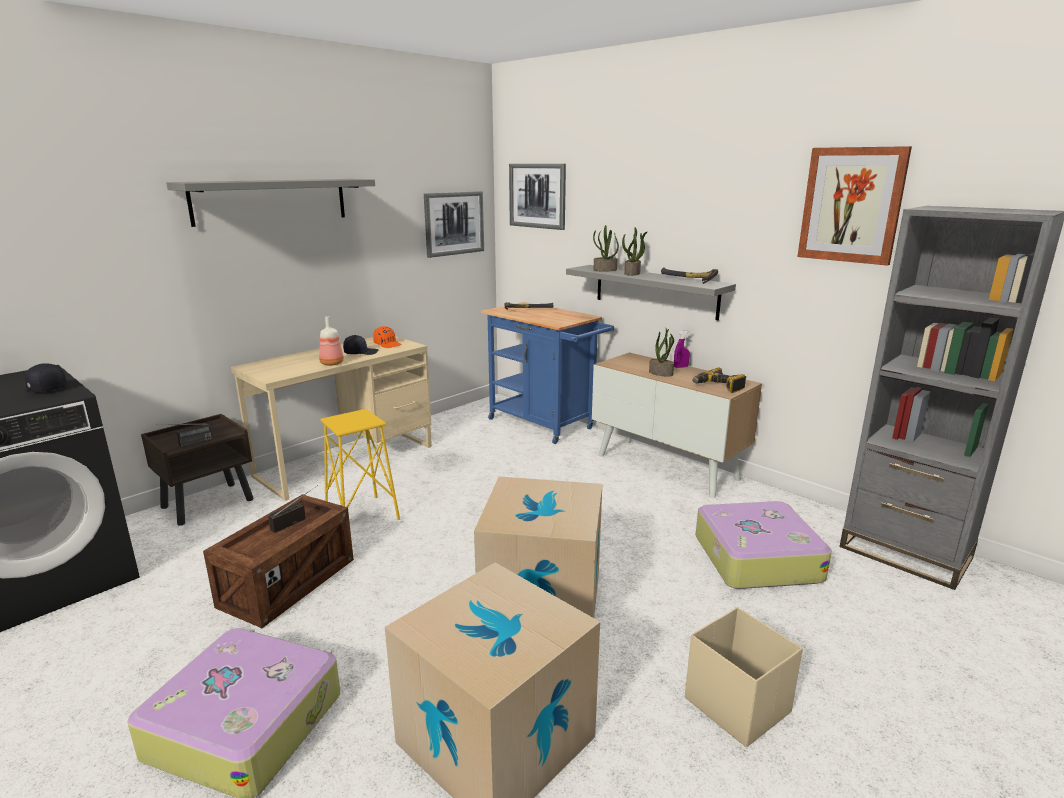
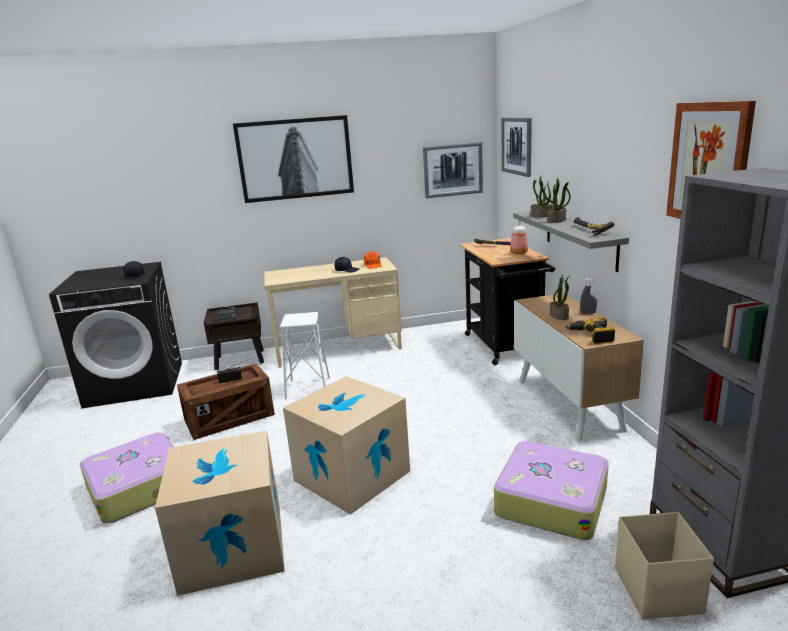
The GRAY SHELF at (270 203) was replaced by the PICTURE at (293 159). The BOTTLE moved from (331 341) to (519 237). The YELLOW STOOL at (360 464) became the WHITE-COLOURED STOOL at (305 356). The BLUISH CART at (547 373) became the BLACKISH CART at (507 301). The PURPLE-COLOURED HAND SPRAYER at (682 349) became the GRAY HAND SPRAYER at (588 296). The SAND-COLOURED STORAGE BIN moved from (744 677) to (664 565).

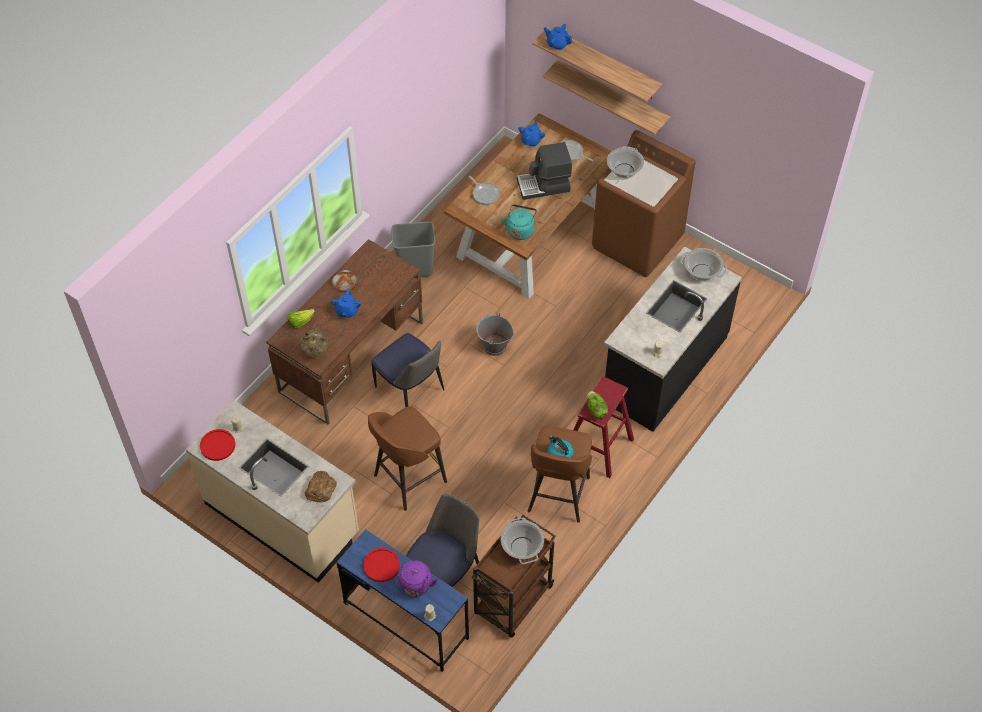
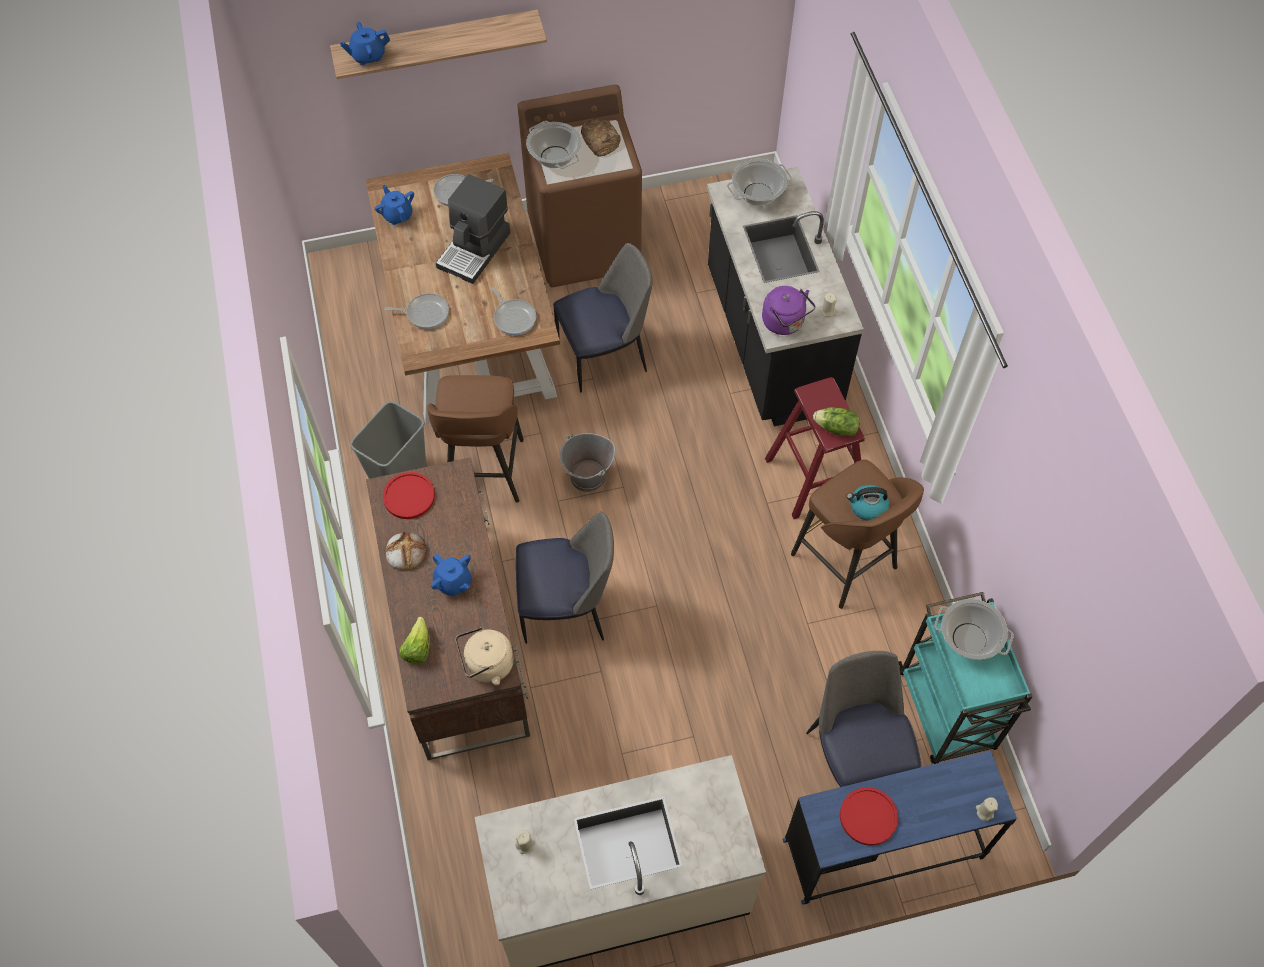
The RED-COLOURED PLATE moved from (217 445) to (409 495). The SAND-COLOURED DECORATIVE VASE at (315 343) was replaced by the SAND-COLOURED WATER KETTLE at (485 656). The BAKERY BREAD moved from (321 486) to (601 137). The BROWNISH STOOL moved from (407 458) to (475 439). The PURPLE-COLOURED WATER KETTLE moved from (416 578) to (789 310). The BROWNISH CART at (513 576) became the BLUE-GREEN CART at (966 678). The BLUE-GREEN WATER KETTLE at (519 222) was replaced by the SKILLET at (513 311). The SHELF at (606 97) disappeared. The PLAIN CHAIR at (602 318) appeared.

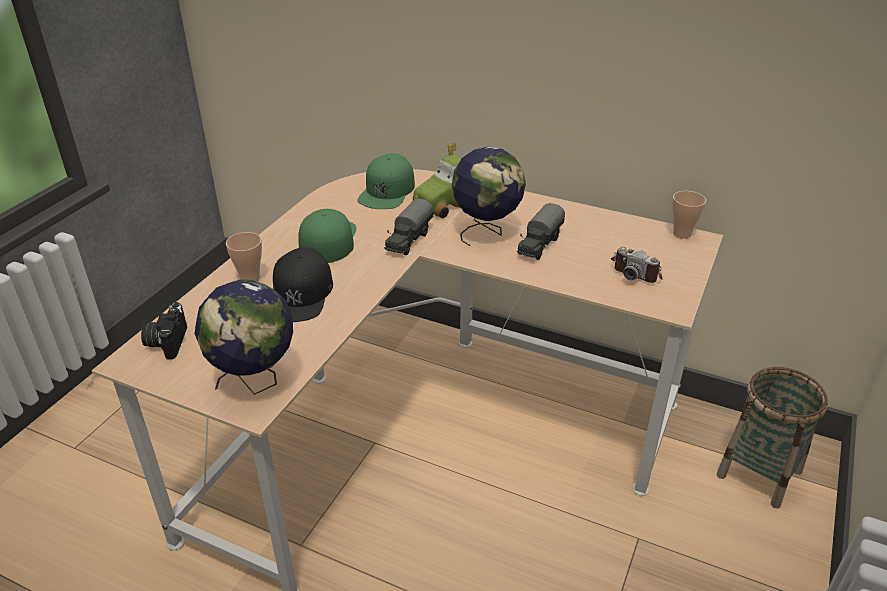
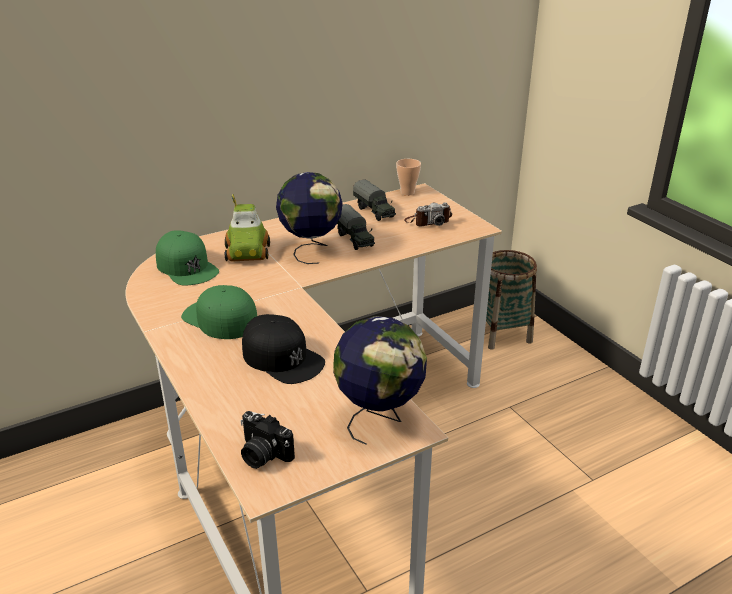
The CUP at (244 256) disappeared. The TOY TRUCK moved from (408 227) to (374 200).

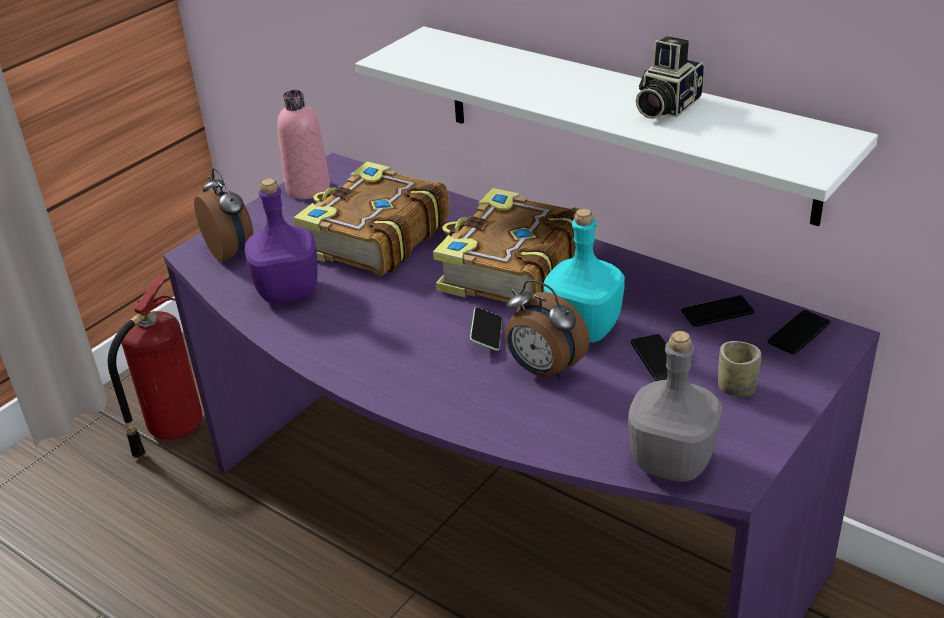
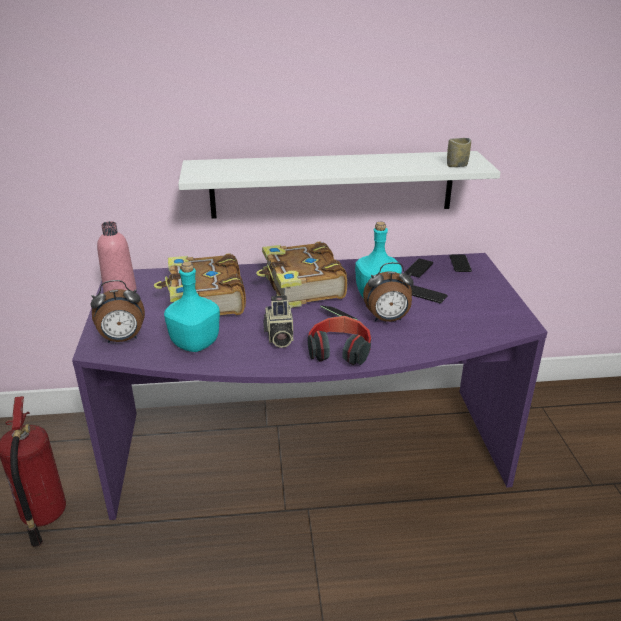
The ALARM CLOCK at (223 214) turned 150 degrees clockwise. The PURPLE-COLOURED BOTTLE at (281 240) became the BLUE-GREEN BOTTLE at (192 307). The GRAY BOTTLE at (675 406) disappeared. The STILL CAMERA moved from (670 77) to (278 321). The CUP moved from (739 369) to (459 152). The HEADPHONES at (339 341) appeared.

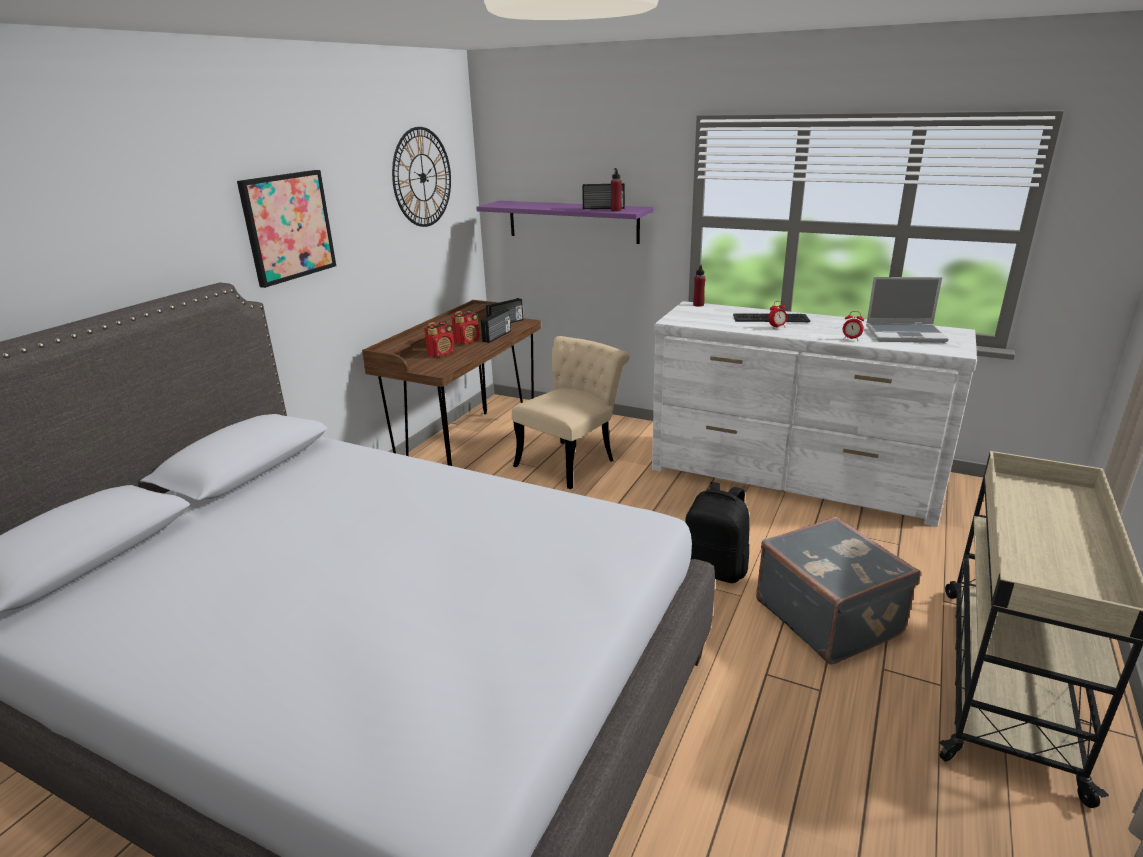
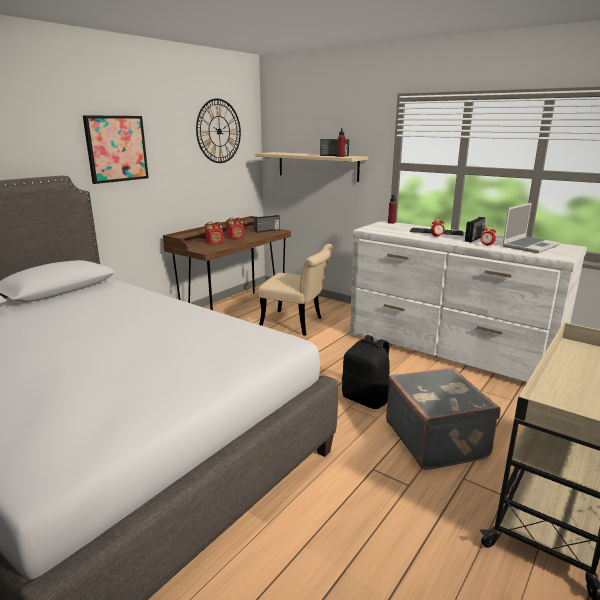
The PURPLE-COLOURED SHELF at (564 222) became the SAND-COLOURED SHELF at (311 167). The RADIO moved from (496 326) to (475 229). The SAND-COLOURED PLAIN CHAIR at (571 412) turned 60 degrees clockwise. The PORTABLE COMPUTER at (907 310) turned 60 degrees counterclockwise.

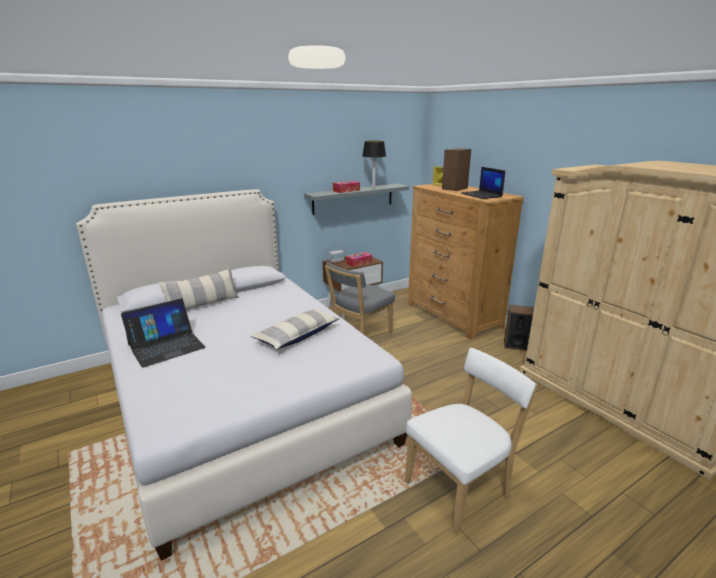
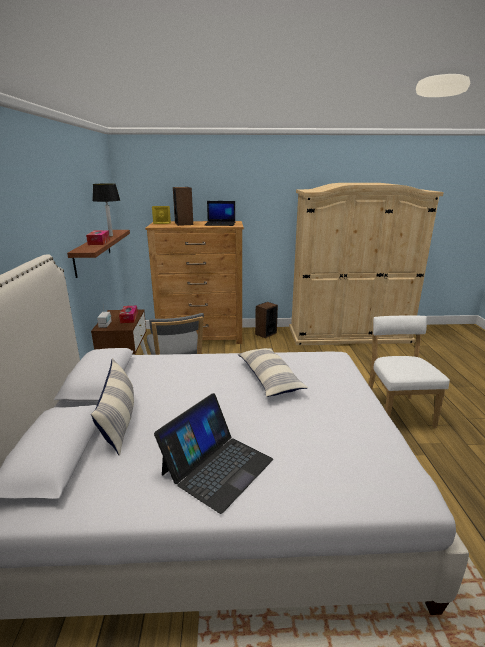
The PORTABLE COMPUTER at (163 333) turned 45 degrees clockwise. The GRAY SHELF at (356 199) became the BROWNISH SHELF at (98 254).

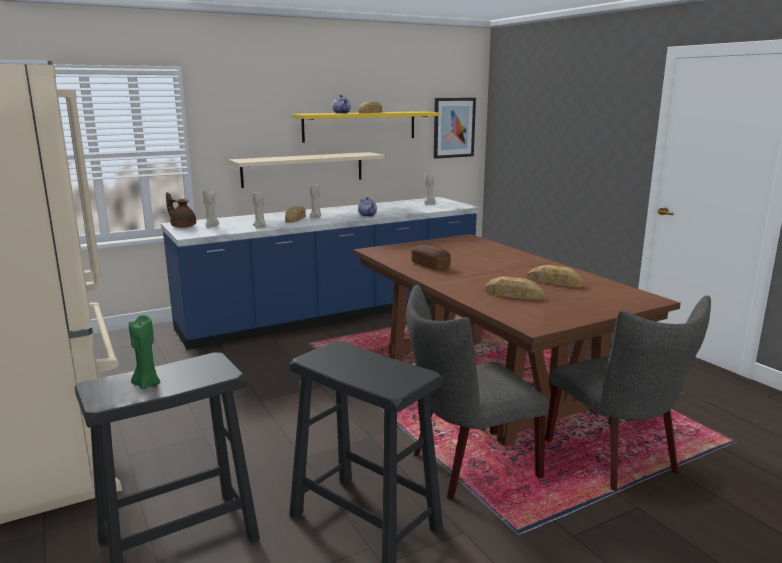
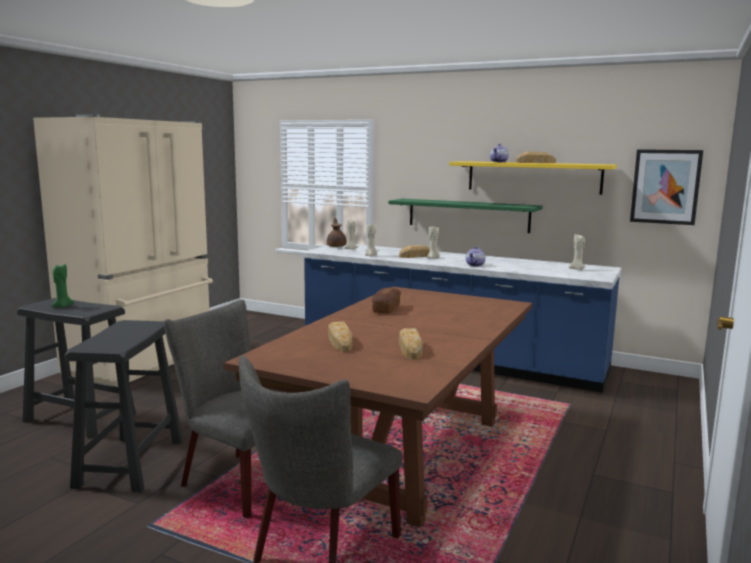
The SAND-COLOURED SHELF at (307 170) became the GREENISH SHELF at (465 216).

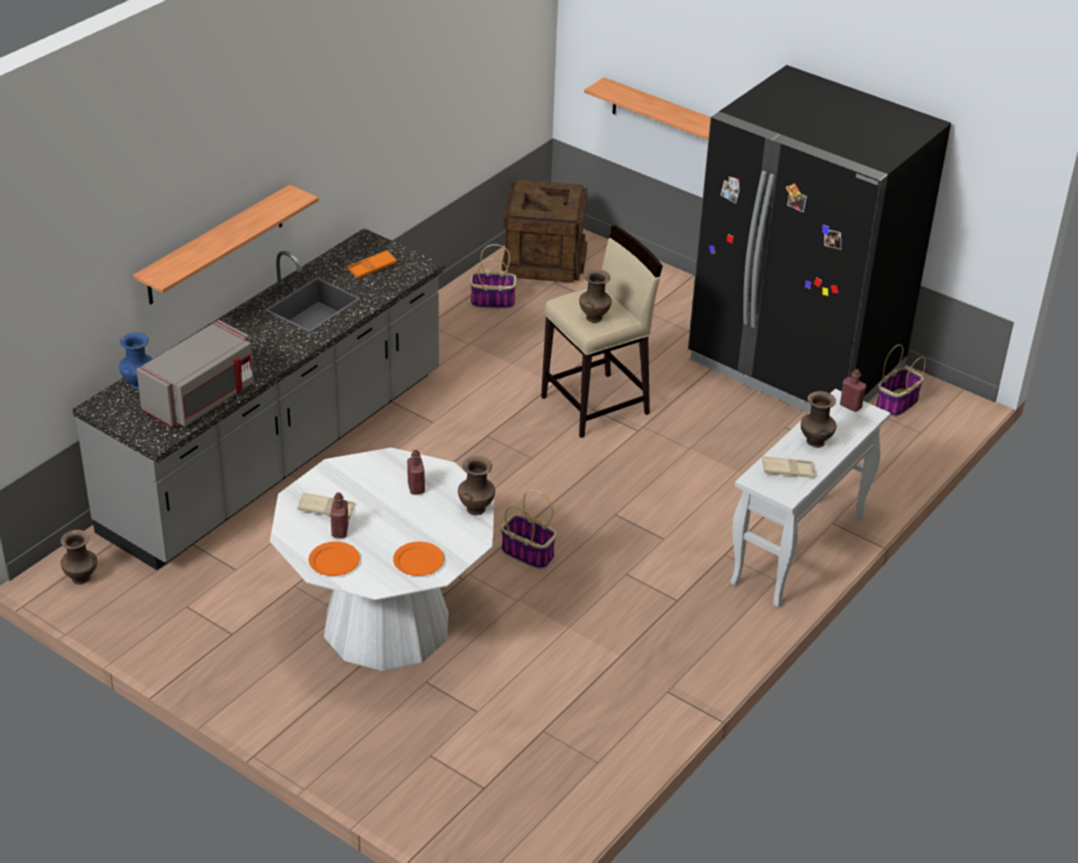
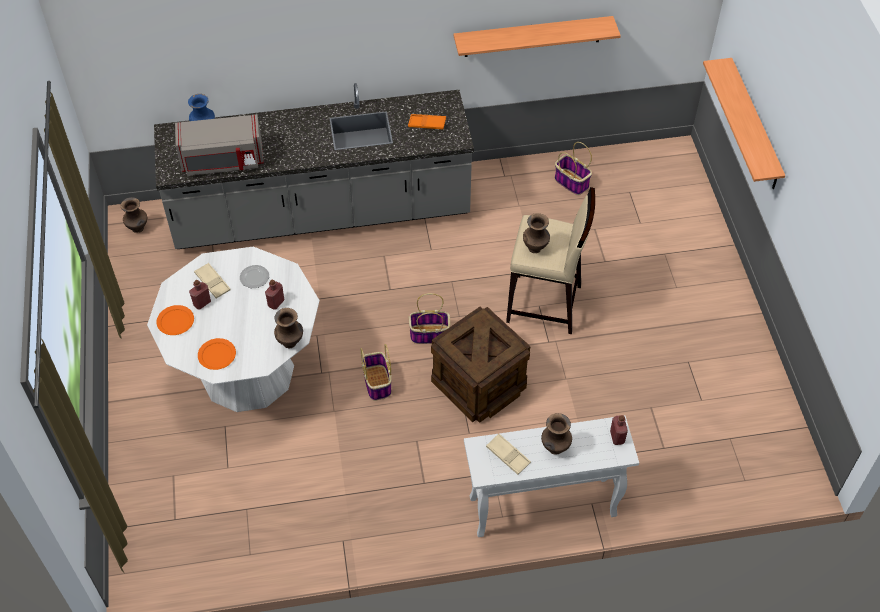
The SHELF moved from (226 245) to (537 36). The PACKING CRATE moved from (545 231) to (480 364). The BLACKISH REFRIGERATOR at (819 239) disappeared. The STORAGE BASKET moved from (901 380) to (429 318). The PLATE at (254 276) appeared.

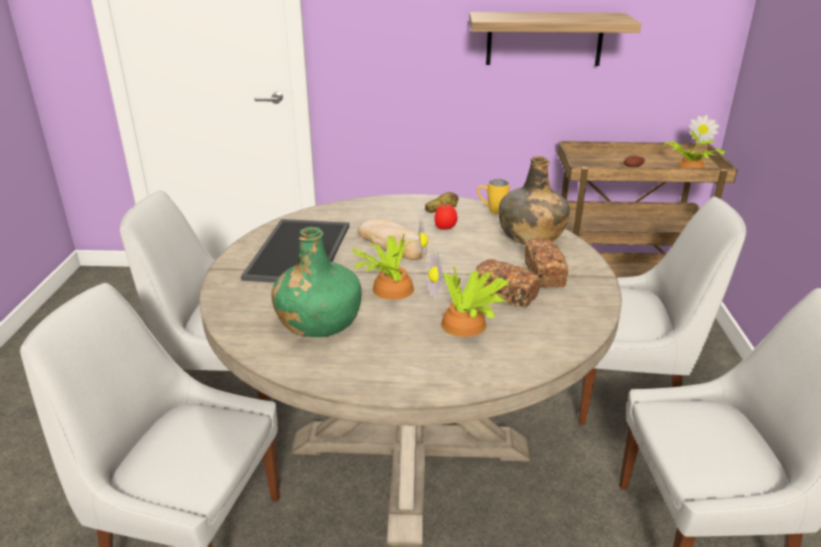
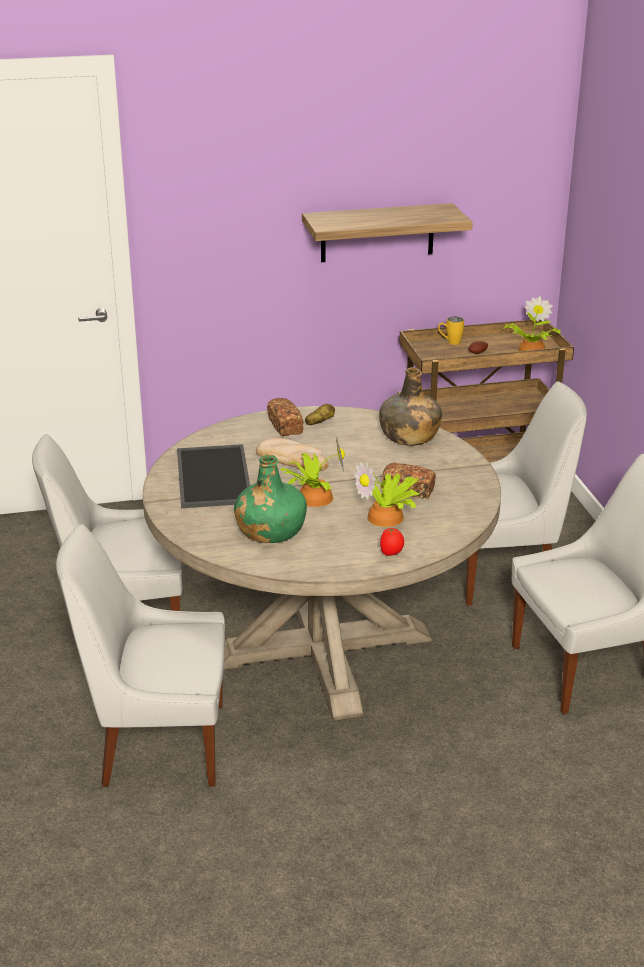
The WHOLE TOMATO moved from (445 216) to (392 542). The YELLOW COFFEE MUG moved from (493 196) to (451 331). The BAKERY BREAD moved from (546 263) to (285 417).

